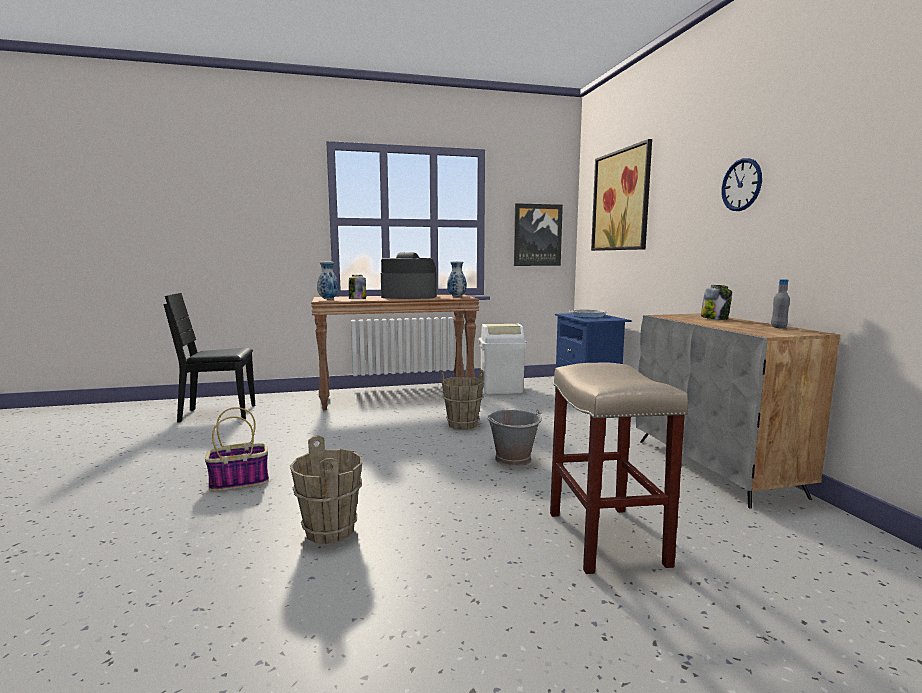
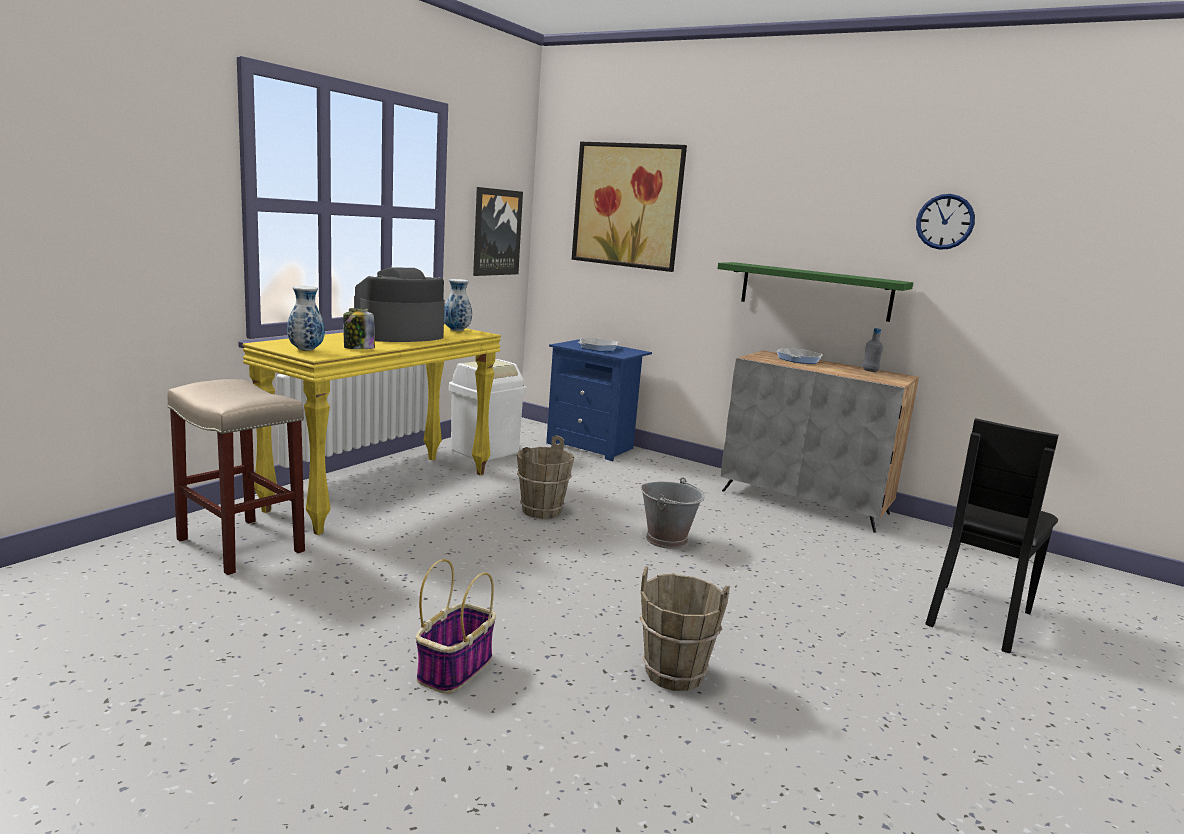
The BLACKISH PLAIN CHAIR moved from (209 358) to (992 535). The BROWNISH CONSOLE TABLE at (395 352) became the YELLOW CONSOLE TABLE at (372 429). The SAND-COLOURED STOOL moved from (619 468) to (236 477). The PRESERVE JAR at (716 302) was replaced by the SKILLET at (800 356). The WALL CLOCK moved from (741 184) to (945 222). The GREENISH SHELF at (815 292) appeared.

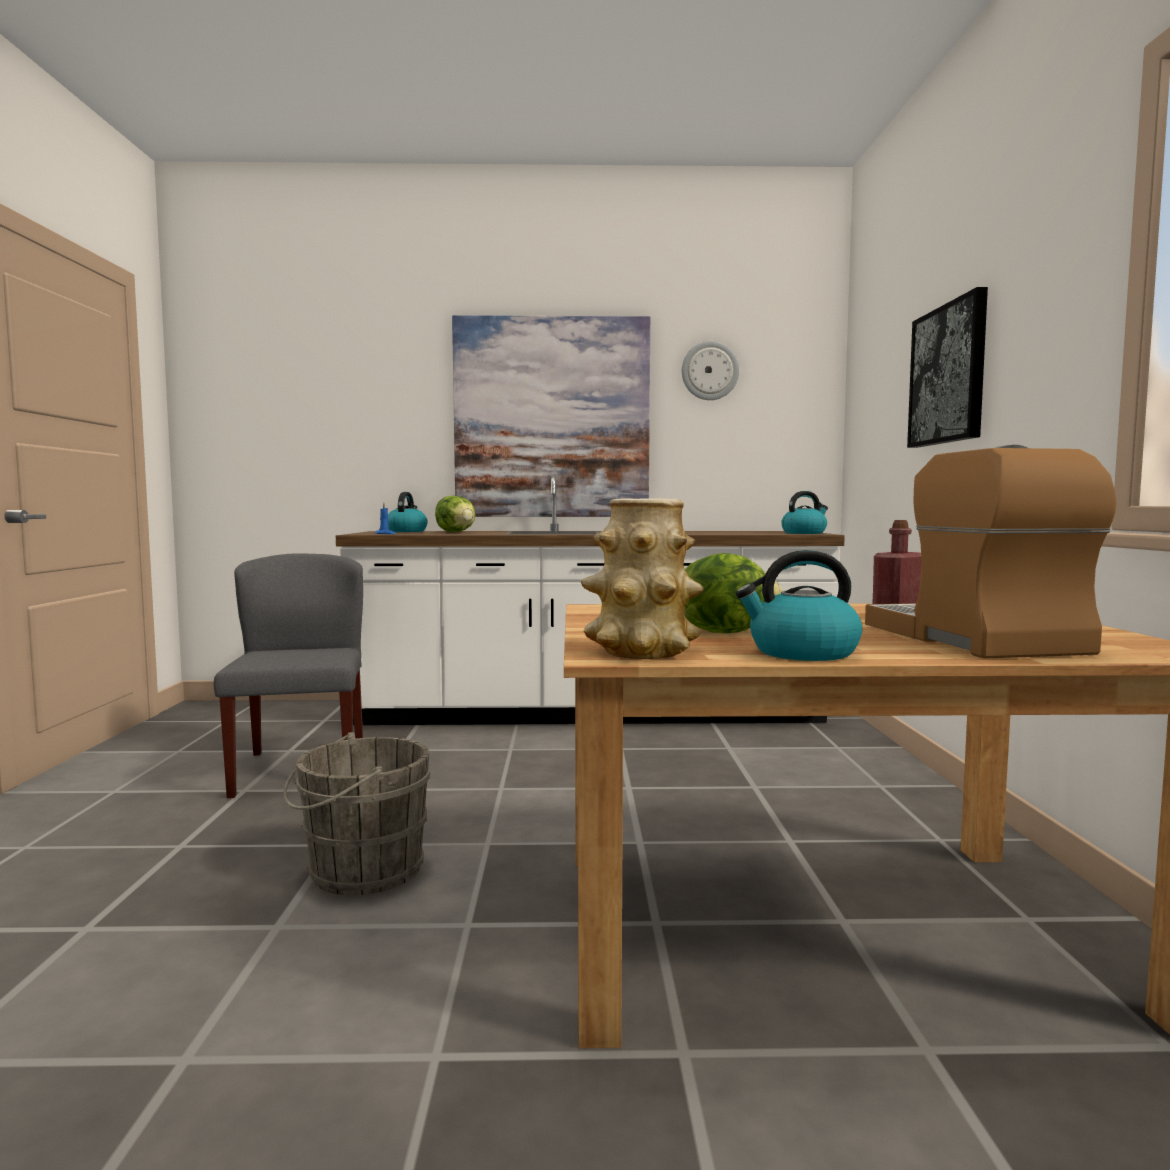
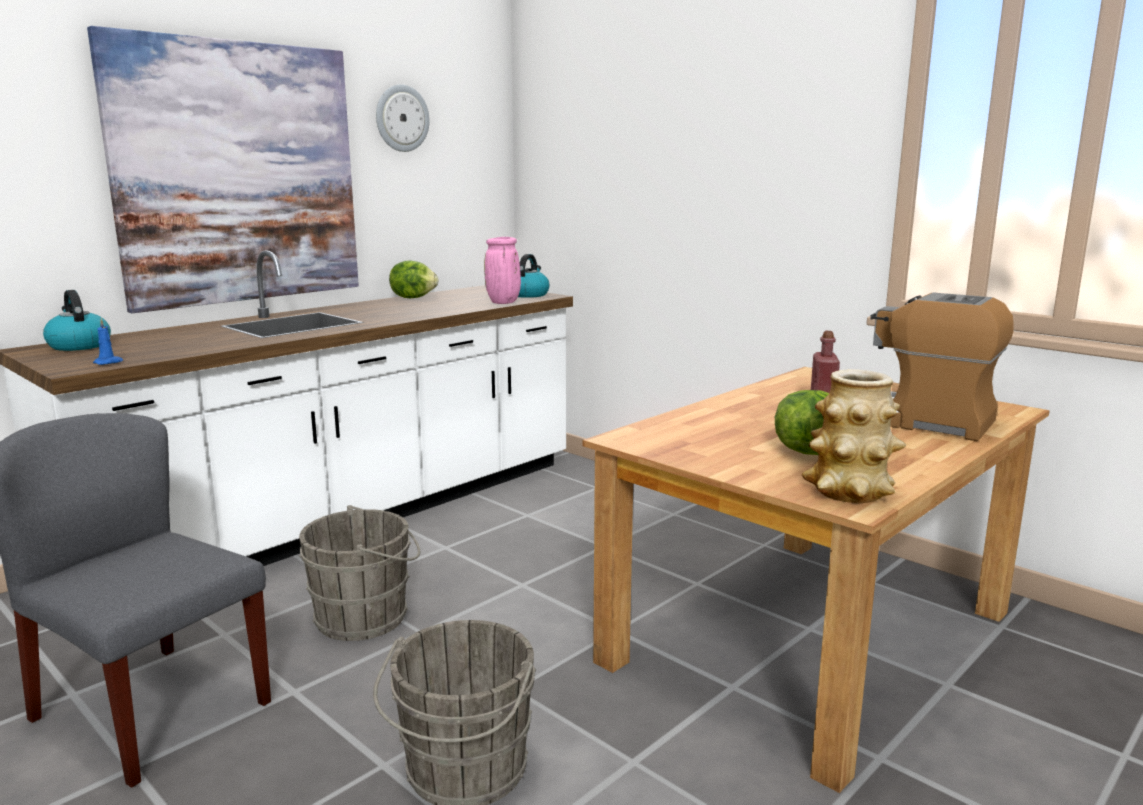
The HEAD OF LETTUCE moved from (455 513) to (414 279). The WATER KETTLE at (799 605) disappeared. The PICTURE at (947 367) disappeared. The GRAY WATER BUCKET at (359 573) appeared. The PINK-COLOURED DECORATIVE VASE at (502 270) appeared.

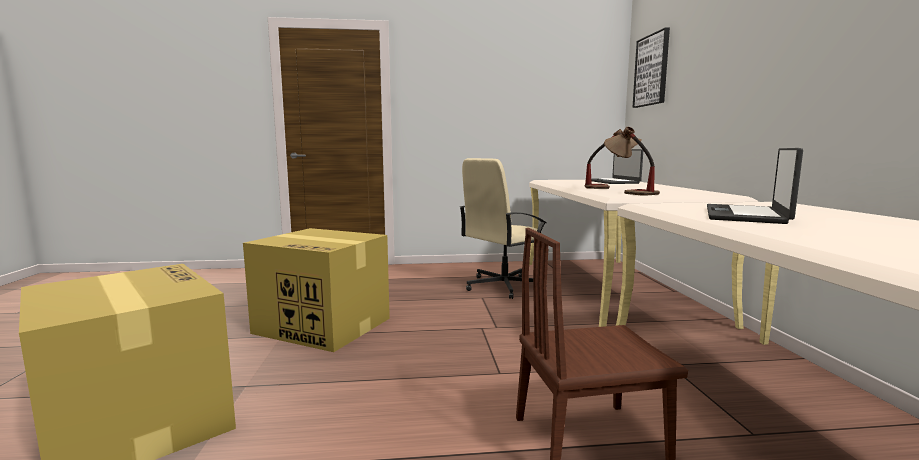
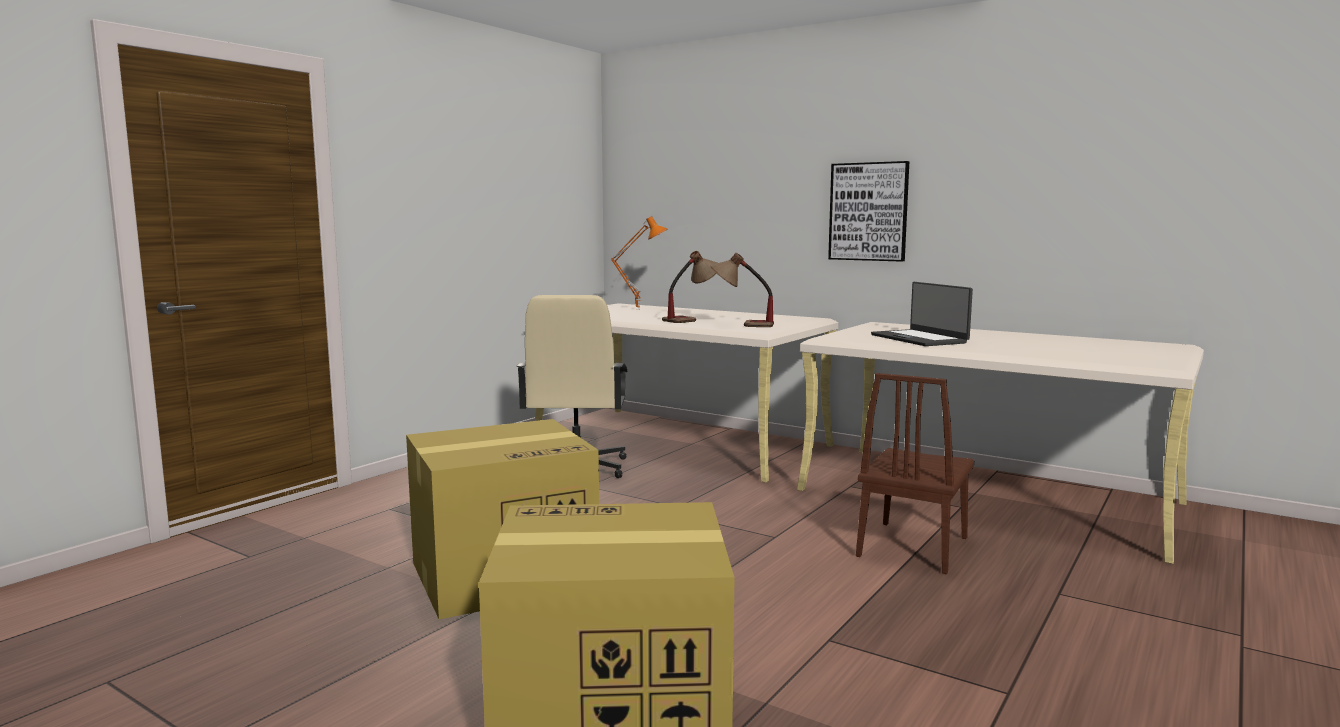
The PORTABLE COMPUTER at (617 166) was replaced by the ORANGEY TABLETOP LAMP at (639 263). The PICTURE moved from (651 67) to (868 211).

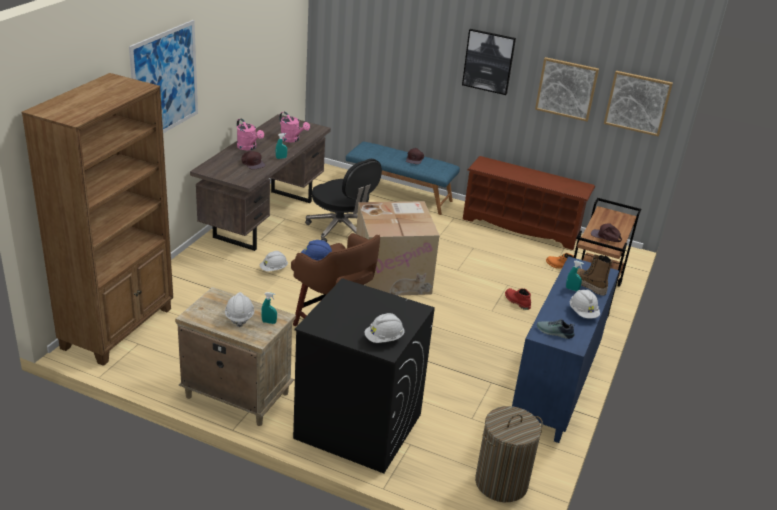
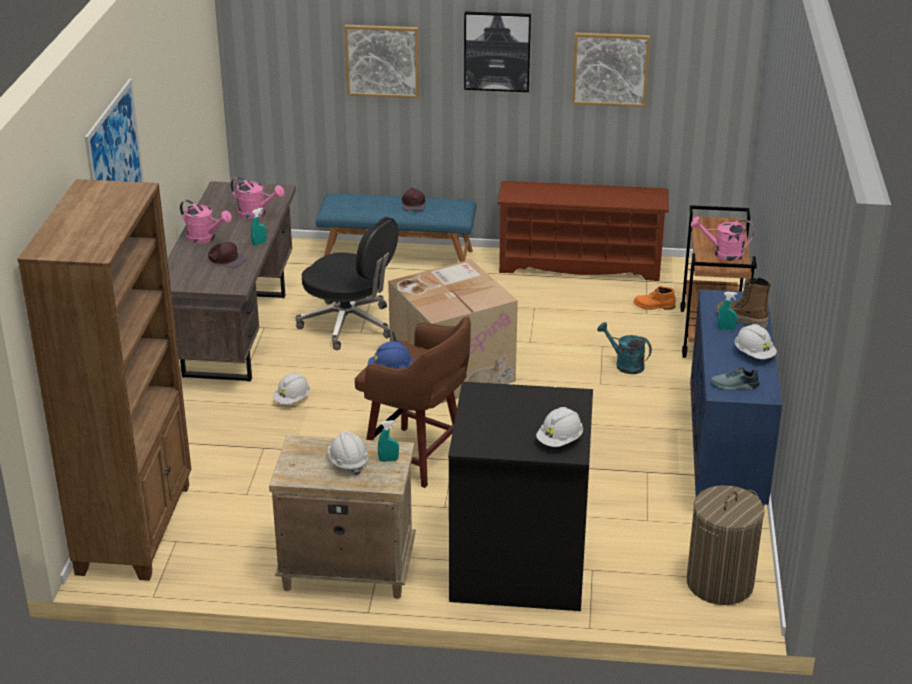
The RED-COLOURED HIGH-TOP BOOT at (518 299) was replaced by the BLUE-GREEN WATERING CAN at (624 348). The BROWNISH CAP at (606 232) was replaced by the PINK-COLOURED WATERING CAN at (722 238). The PICTURE moved from (638 103) to (381 61).

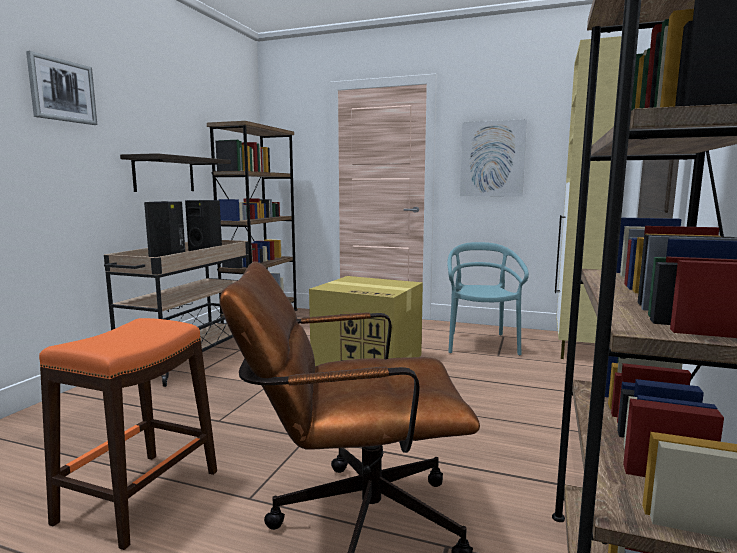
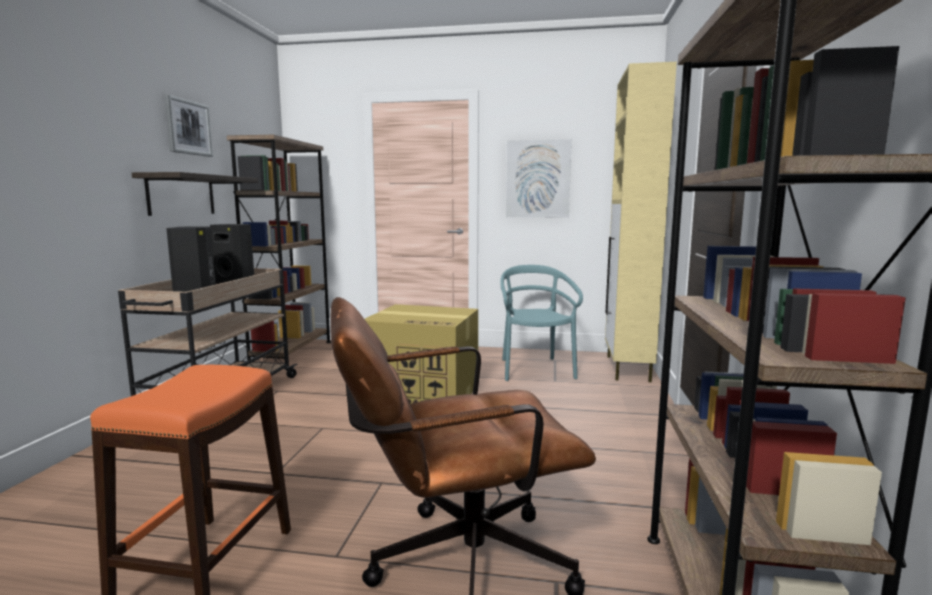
The PICTURE moved from (61 88) to (188 125).

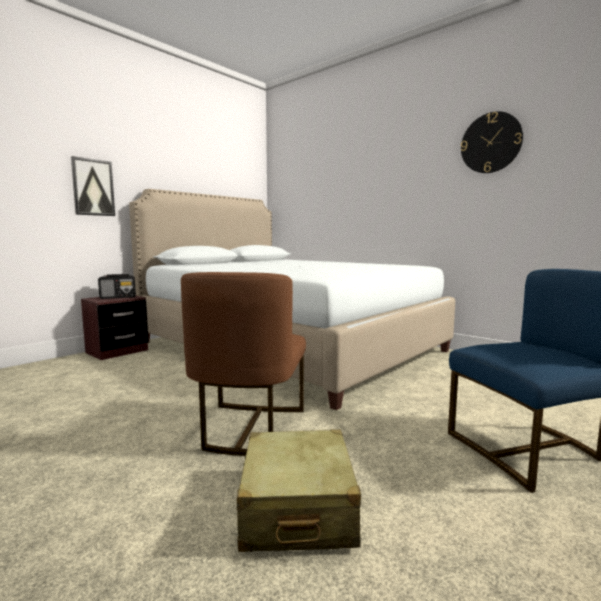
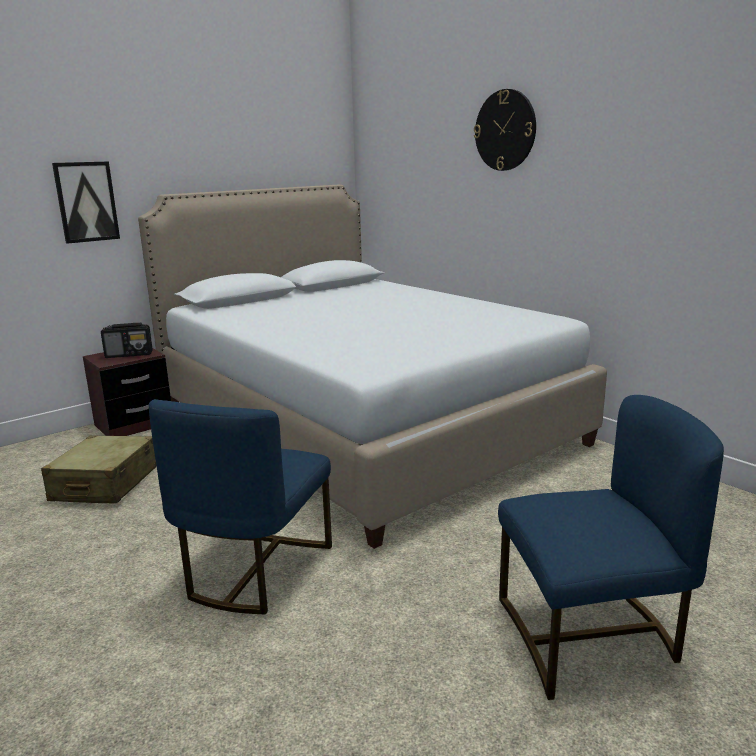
The BROWNISH PLAIN CHAIR at (243 364) became the BLUISH PLAIN CHAIR at (240 506). The SAND-COLOURED TRAVEL CASE moved from (299 490) to (99 469). The WALL CLOCK moved from (492 142) to (505 130).

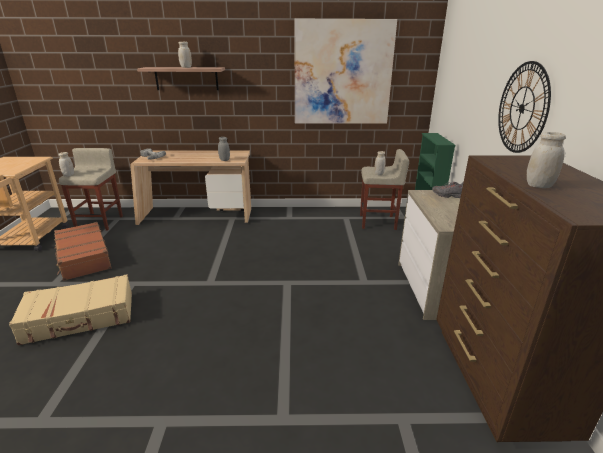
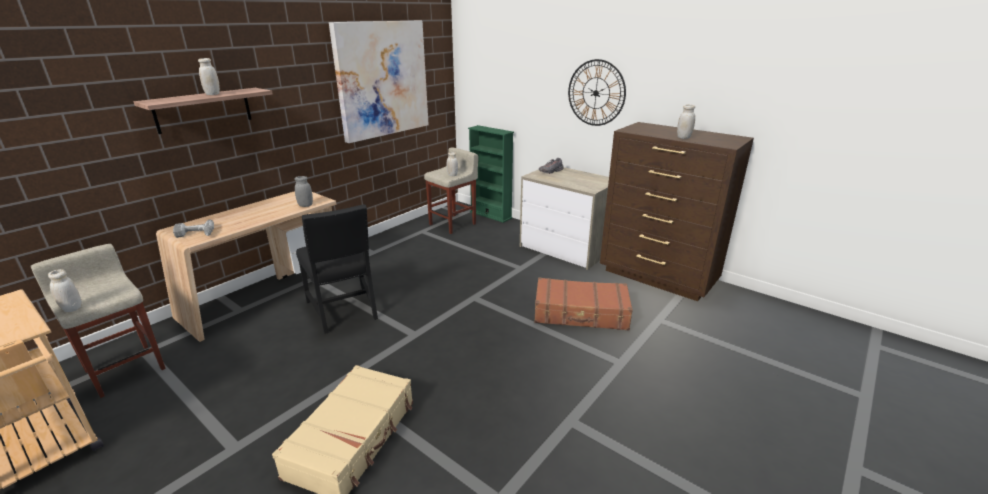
The BROWNISH TRAVEL CASE moved from (83 251) to (583 303). The BLACKISH PLAIN CHAIR at (337 269) appeared.

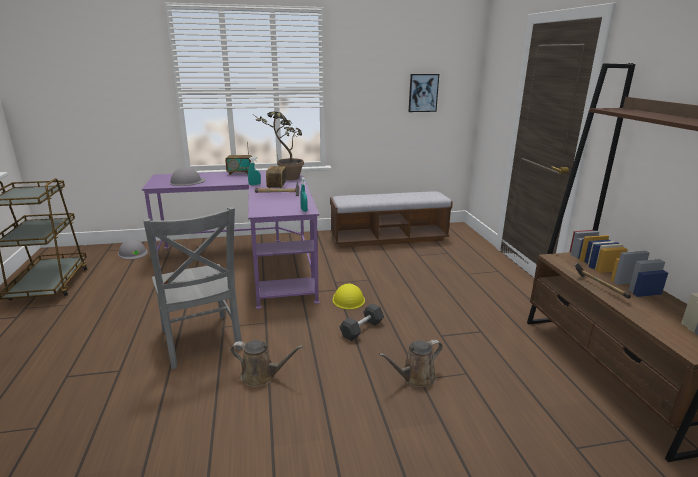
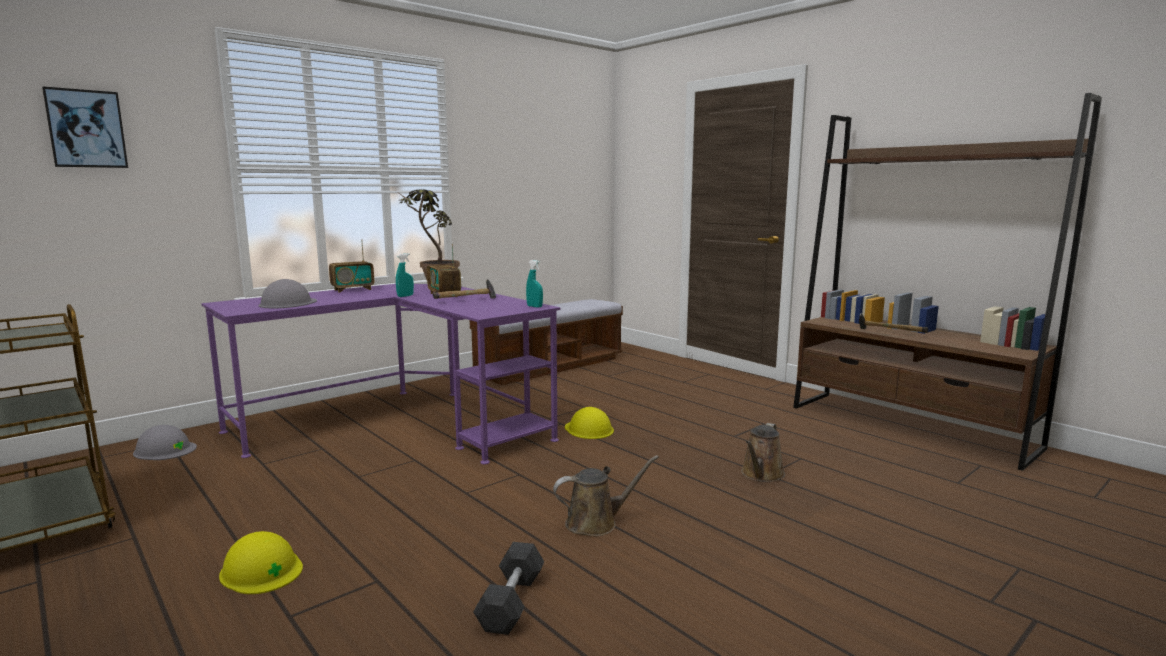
The GRAY PLAIN CHAIR at (193 288) disappeared. The GRAY DUMBBELL moved from (362 322) to (508 588). The PICTURE moved from (423 93) to (85 127). The YELLOW SAFETY HELMET at (261 562) appeared.

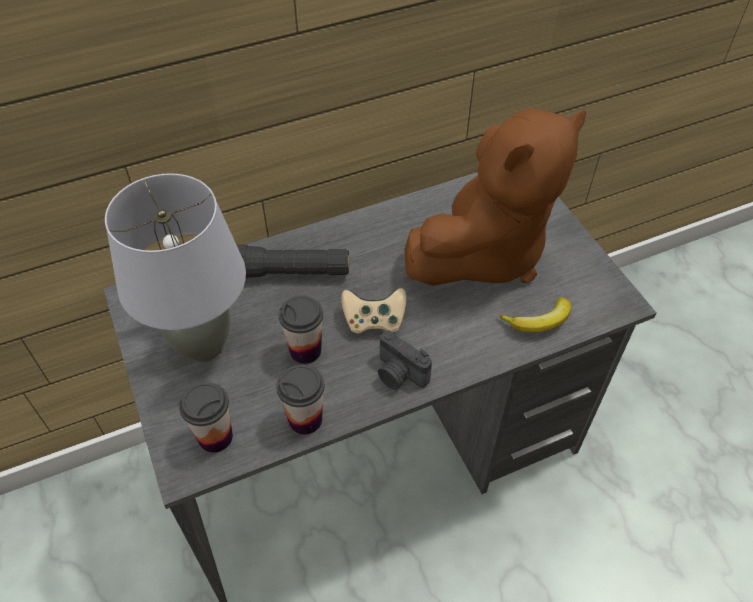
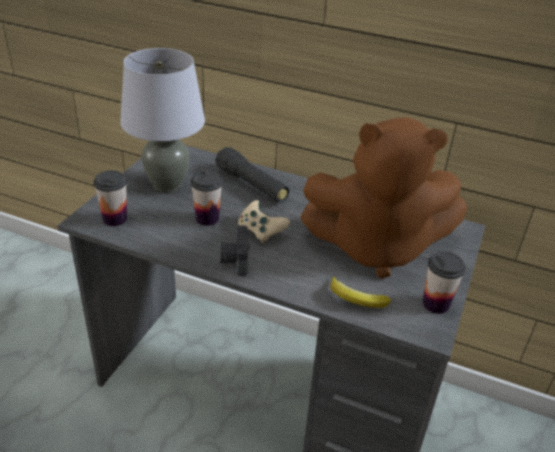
The CUP moved from (300 400) to (444 282).

